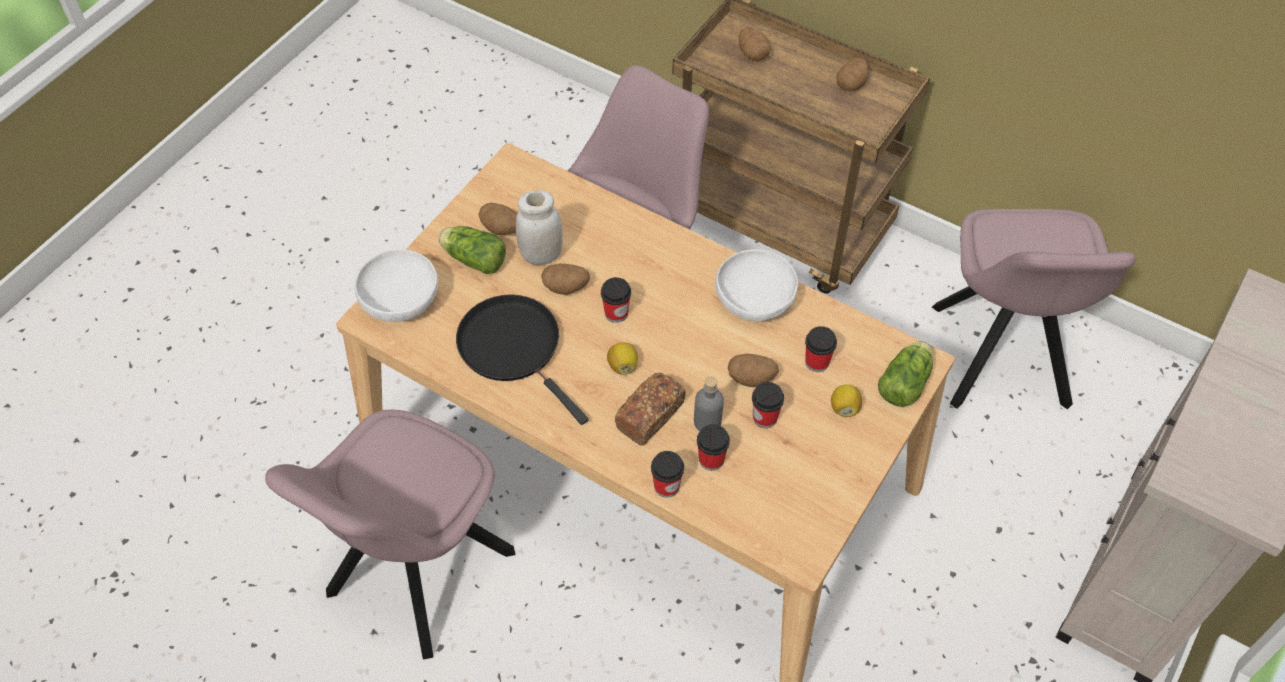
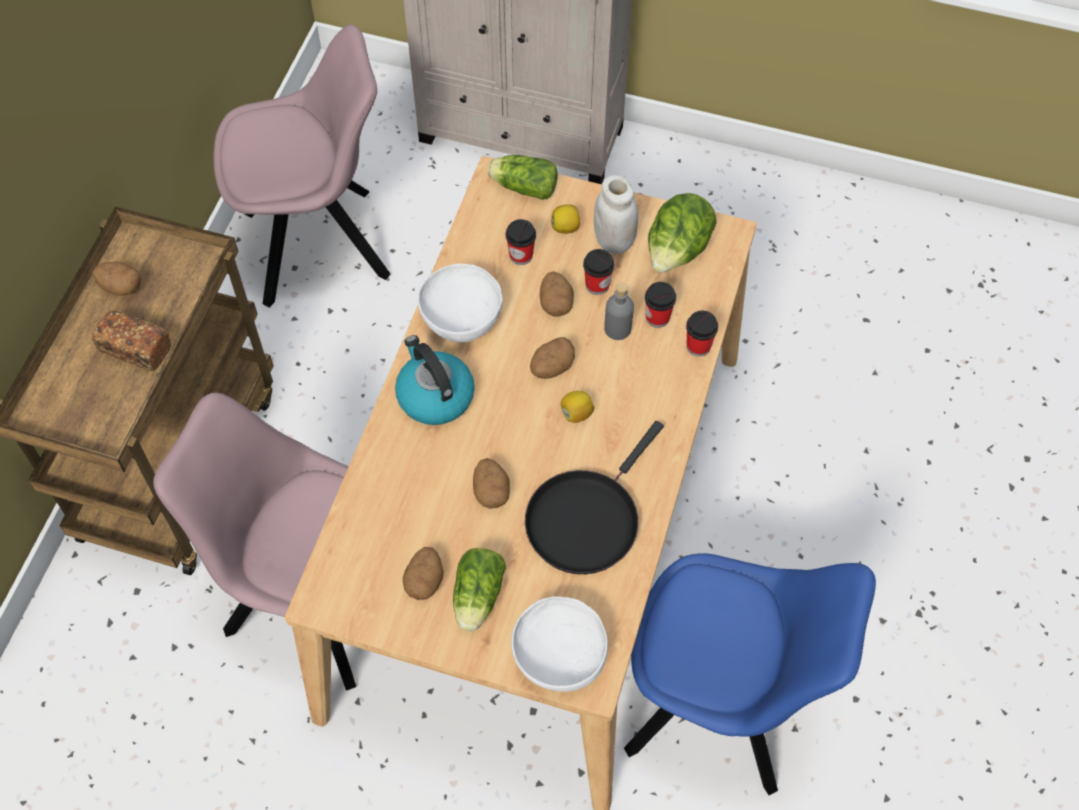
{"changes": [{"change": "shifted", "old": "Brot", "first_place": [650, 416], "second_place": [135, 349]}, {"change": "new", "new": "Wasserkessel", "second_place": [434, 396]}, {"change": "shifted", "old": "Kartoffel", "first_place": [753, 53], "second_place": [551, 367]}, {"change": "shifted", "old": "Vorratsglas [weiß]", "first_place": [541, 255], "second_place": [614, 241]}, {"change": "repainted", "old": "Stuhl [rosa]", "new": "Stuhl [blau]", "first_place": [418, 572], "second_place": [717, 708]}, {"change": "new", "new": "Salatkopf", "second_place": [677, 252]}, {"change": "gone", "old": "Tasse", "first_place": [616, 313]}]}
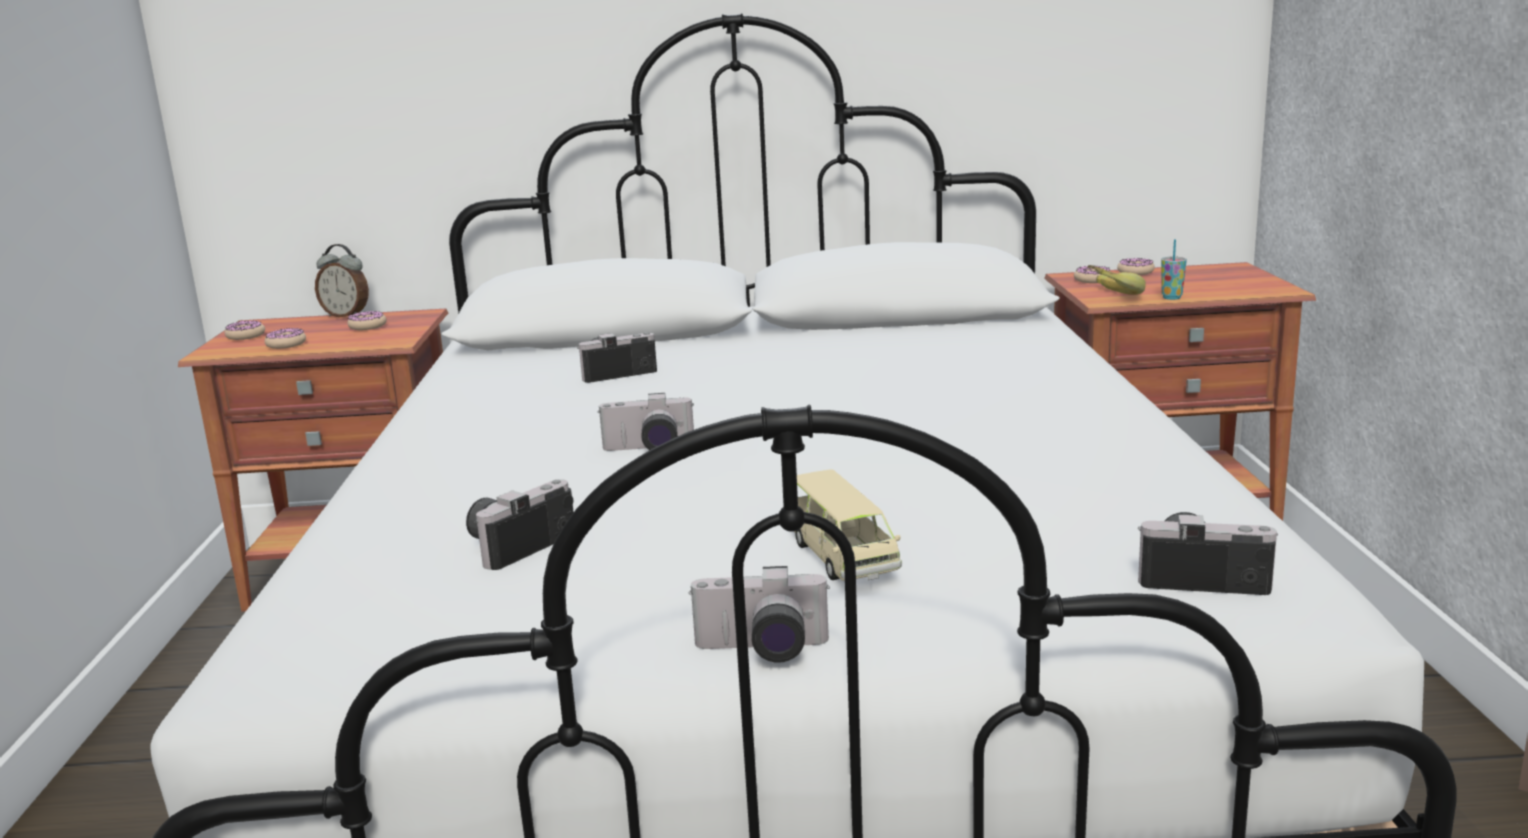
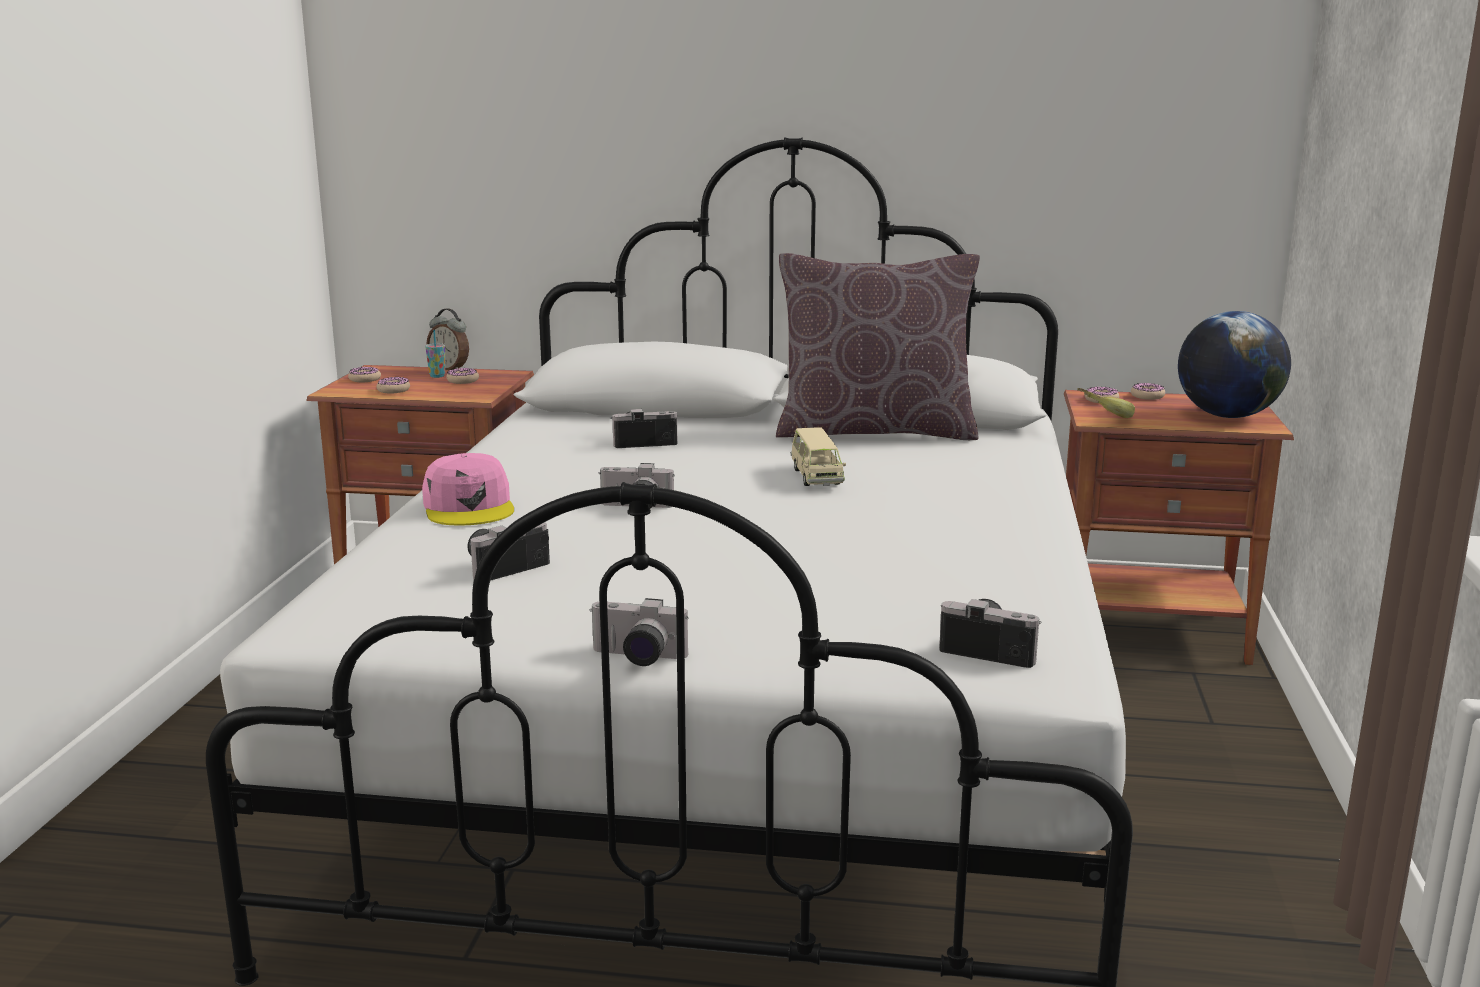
{"changes": [{"change": "new", "new": "Kappe [rosa]", "second_place": [469, 507]}, {"change": "shifted", "old": "Tasse", "first_place": [1171, 297], "second_place": [437, 376]}, {"change": "new", "new": "Kissen [braun]", "second_place": [875, 431]}, {"change": "shifted", "old": "Spielzeugauto [beige]", "first_place": [841, 557], "second_place": [816, 477]}, {"change": "new", "new": "Globus", "second_place": [1227, 416]}]}
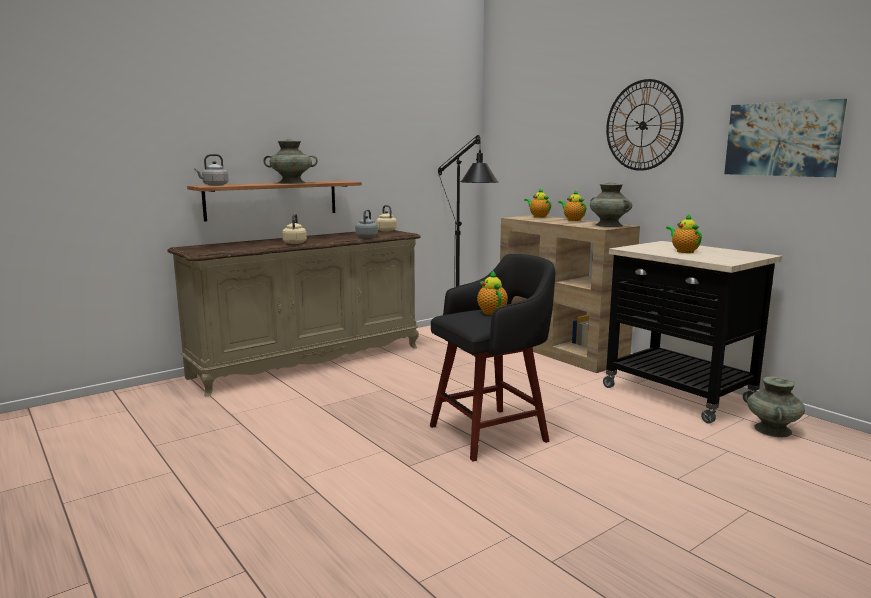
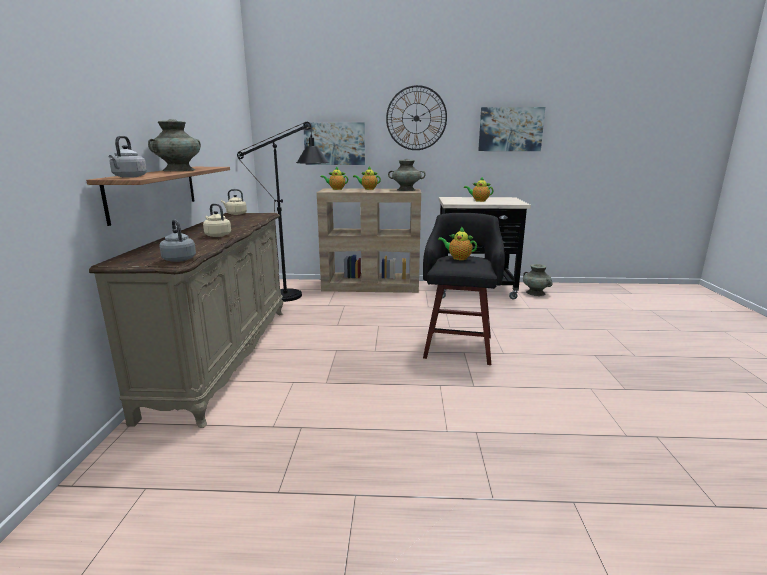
{"changes": [{"change": "shifted", "old": "Wasserkessel [grau]", "first_place": [367, 237], "second_place": [179, 259]}, {"change": "new", "new": "Bild", "second_place": [334, 143]}]}
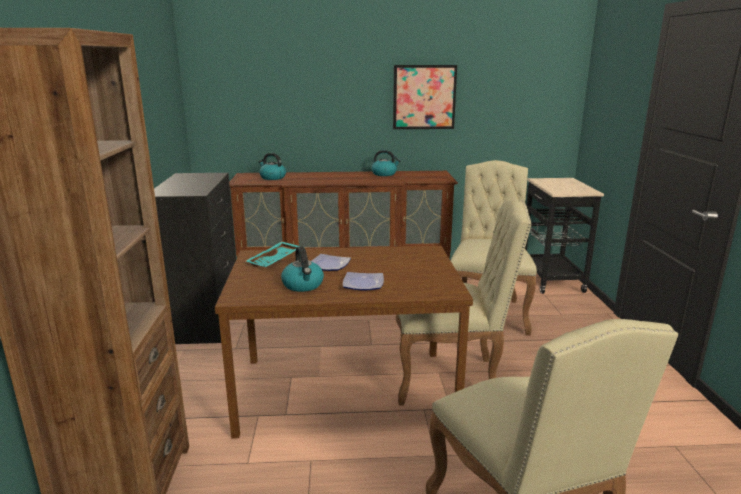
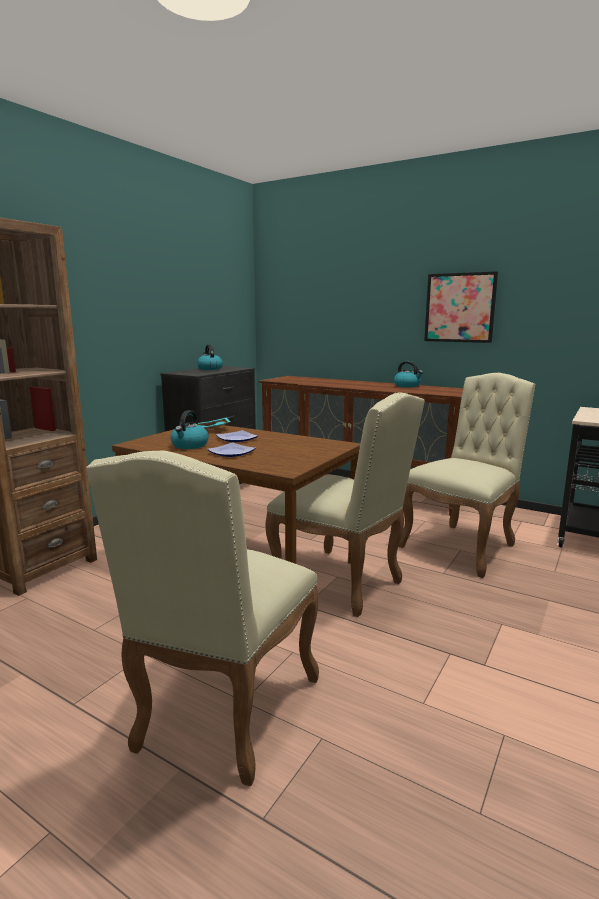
{"changes": [{"change": "shifted", "old": "Wasserkessel", "first_place": [272, 177], "second_place": [209, 369]}]}
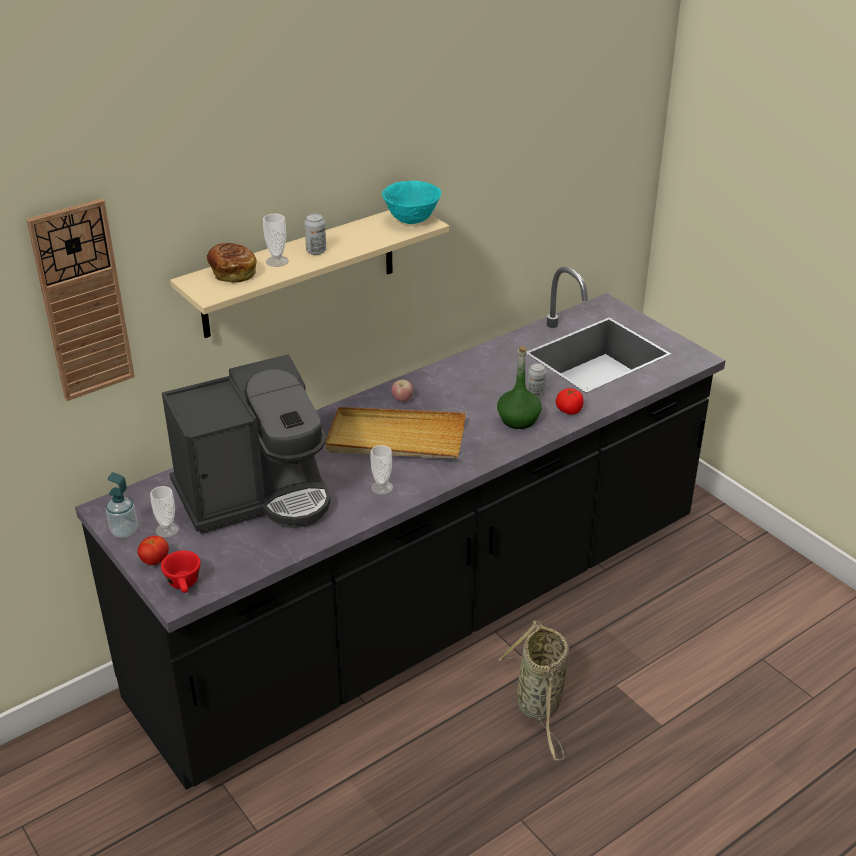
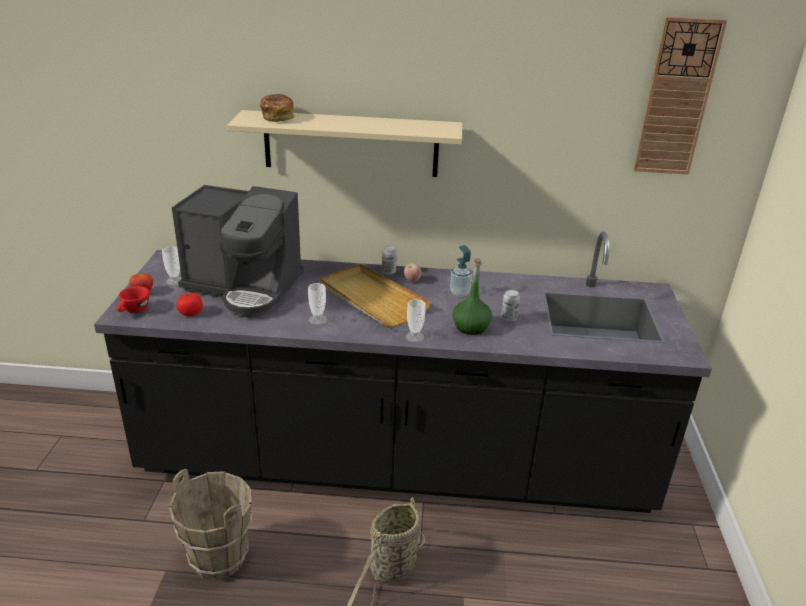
{"changes": [{"change": "new", "new": "Eimer [braun]", "second_place": [219, 557]}, {"change": "shifted", "old": "Tomate", "first_place": [569, 410], "second_place": [190, 313]}, {"change": "shifted", "old": "Dose", "first_place": [316, 251], "second_place": [388, 272]}, {"change": "shifted", "old": "Tasse", "first_place": [277, 261], "second_place": [414, 337]}, {"change": "shifted", "old": "Seifenspender", "first_place": [124, 531], "second_place": [459, 293]}, {"change": "shifted", "old": "Wanduhr", "first_place": [82, 301], "second_place": [676, 98]}, {"change": "gone", "old": "Schüssel [türkis]", "first_place": [412, 220]}]}
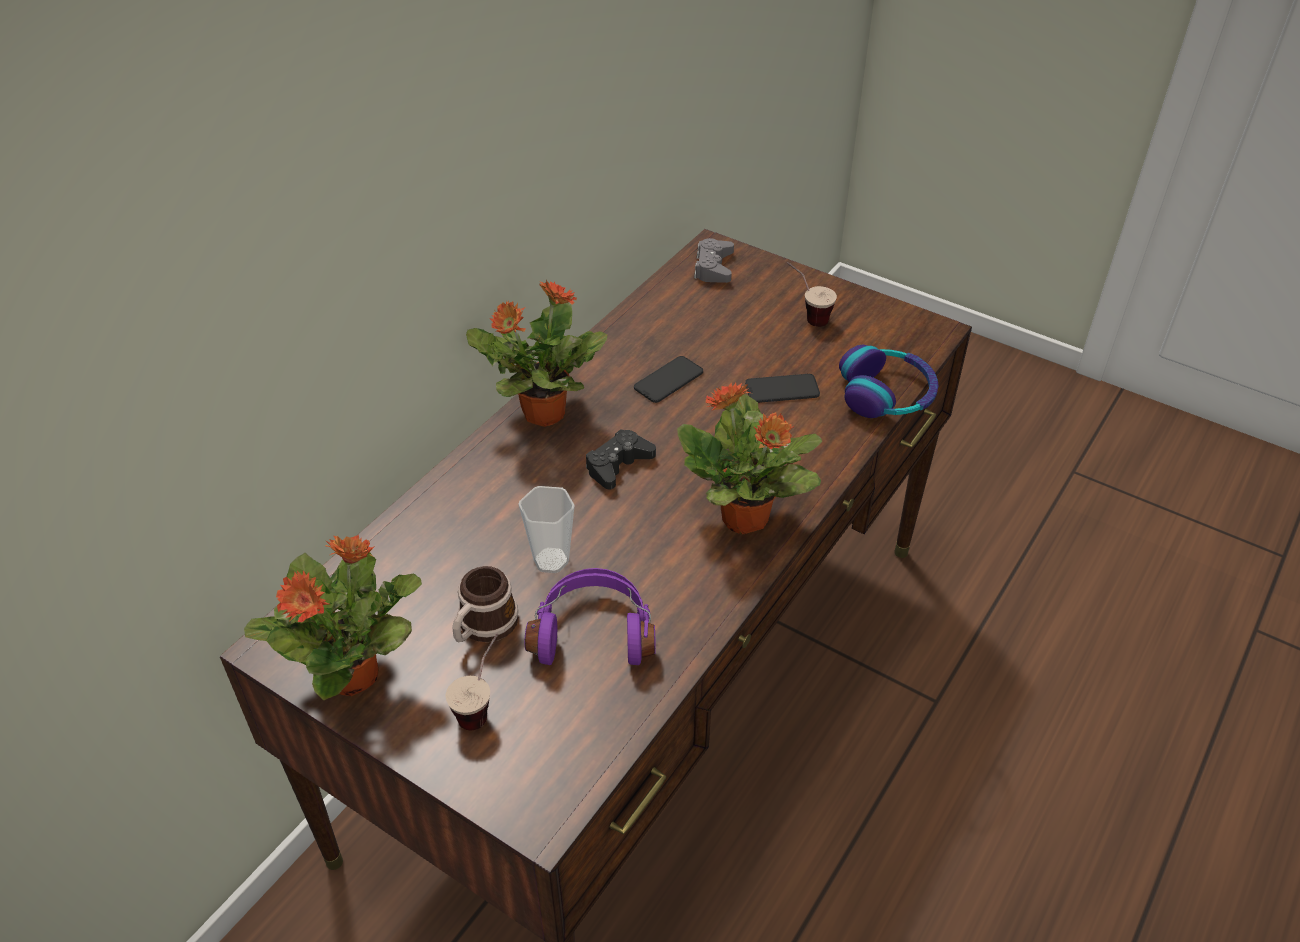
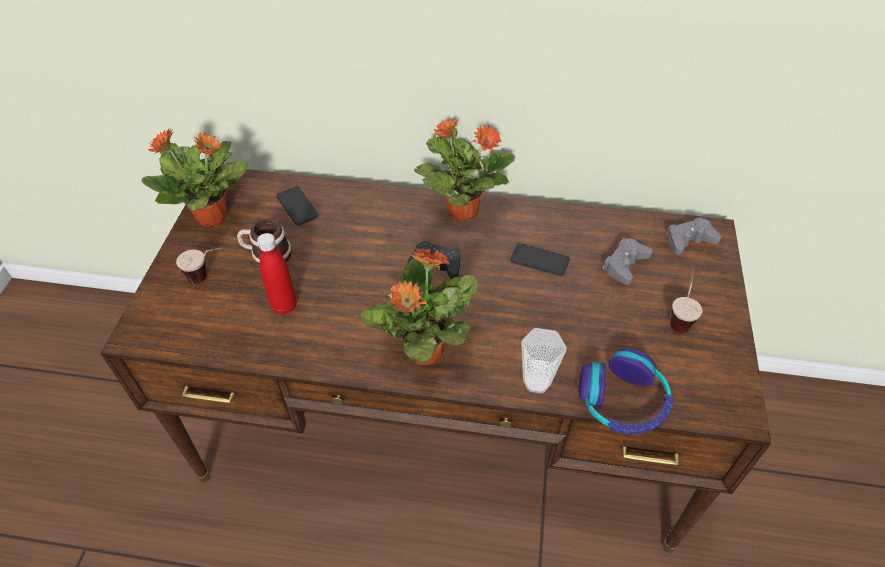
{"changes": [{"change": "swapped", "old": "Kopfhörer [lila]", "new": "Flasche [rot]", "first_place": [593, 630], "second_place": [284, 306]}, {"change": "shifted", "old": "Handy", "first_place": [782, 389], "second_place": [297, 206]}, {"change": "shifted", "old": "Tasse", "first_place": [551, 560], "second_place": [536, 382]}, {"change": "new", "new": "Gamepad [grau]", "second_place": [625, 265]}]}
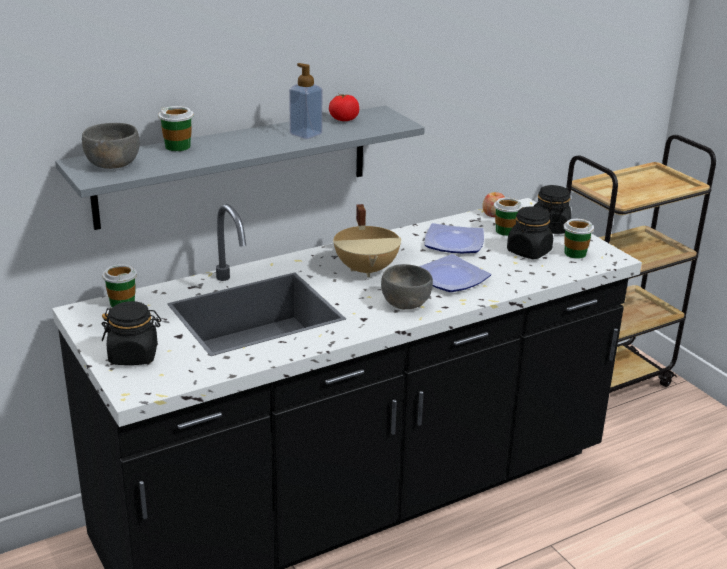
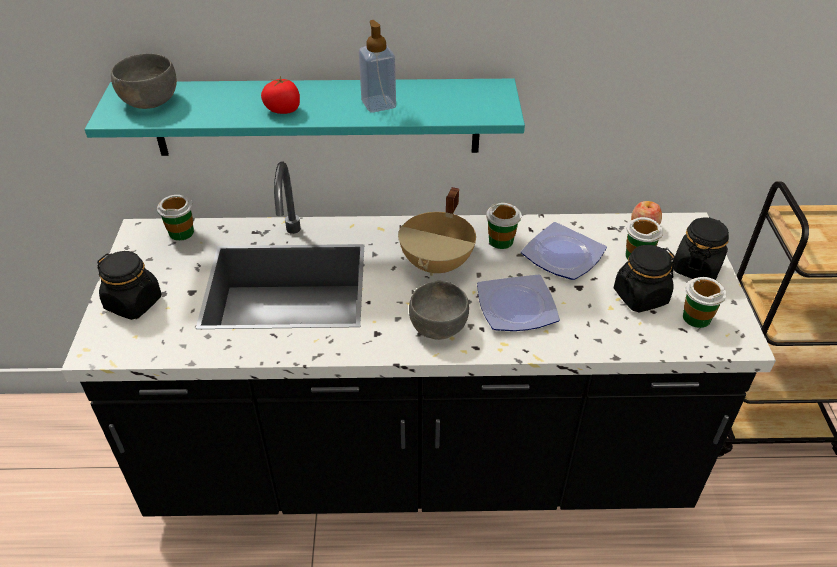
{"changes": [{"change": "repainted", "old": "Wandregal [grau]", "new": "Wandregal [türkis]", "first_place": [234, 166], "second_place": [316, 117]}, {"change": "shifted", "old": "Tomate", "first_place": [343, 119], "second_place": [283, 110]}, {"change": "shifted", "old": "Tasse", "first_place": [178, 146], "second_place": [501, 241]}]}
